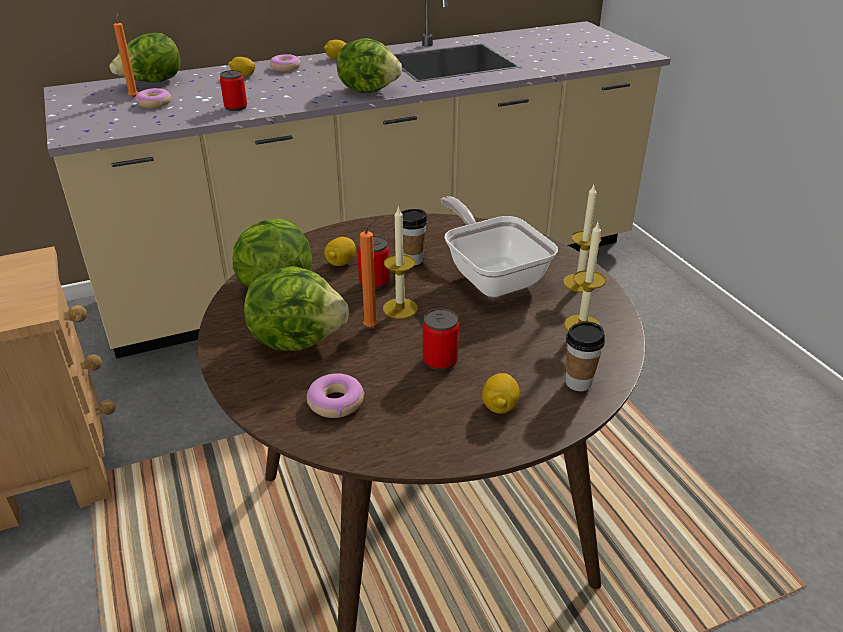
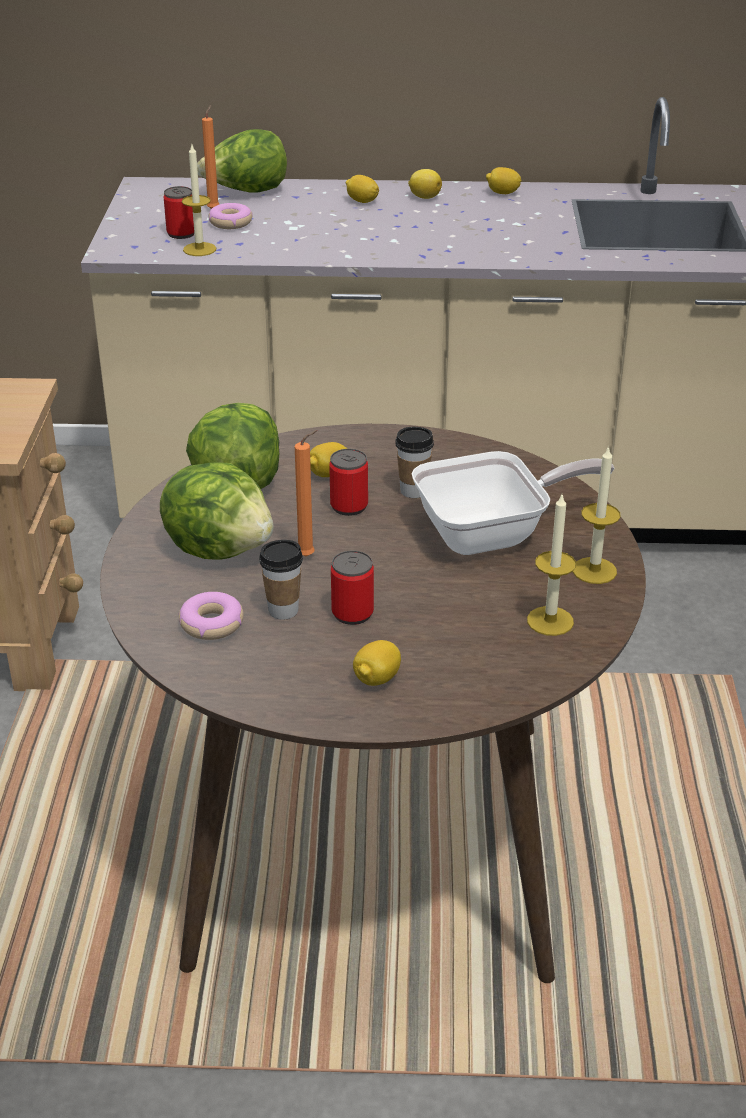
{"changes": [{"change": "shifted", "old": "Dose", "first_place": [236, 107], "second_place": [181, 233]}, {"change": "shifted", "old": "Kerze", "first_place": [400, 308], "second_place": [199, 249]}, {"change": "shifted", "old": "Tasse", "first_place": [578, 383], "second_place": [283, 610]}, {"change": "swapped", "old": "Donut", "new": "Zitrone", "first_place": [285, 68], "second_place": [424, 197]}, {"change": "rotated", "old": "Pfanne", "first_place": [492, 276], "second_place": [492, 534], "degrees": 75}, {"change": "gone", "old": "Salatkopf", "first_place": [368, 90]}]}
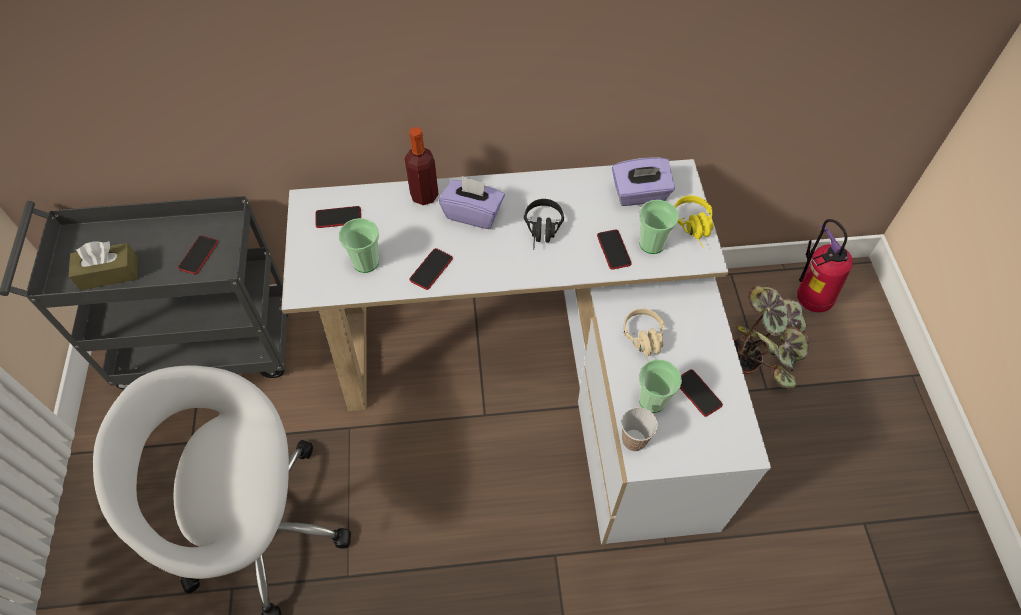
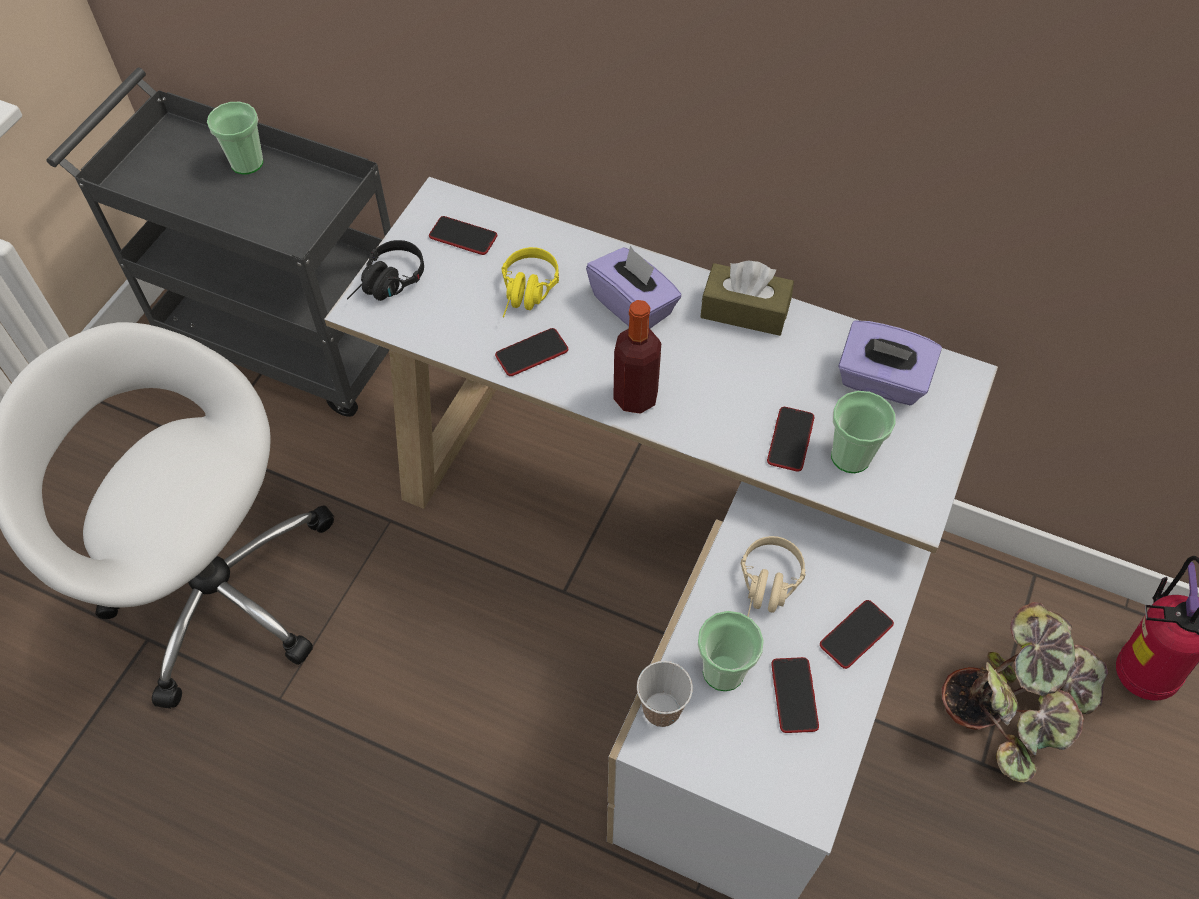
{"changes": [{"change": "shifted", "old": "Tasse", "first_place": [366, 262], "second_place": [247, 163]}, {"change": "shifted", "old": "Kopfhörer [schwarz]", "first_place": [543, 231], "second_place": [388, 285]}, {"change": "shifted", "old": "Kopfhörer [gelb]", "first_place": [695, 228], "second_place": [527, 295]}, {"change": "shifted", "old": "Flasche", "first_place": [424, 195], "second_place": [635, 397]}, {"change": "shifted", "old": "Taschentuchbox [braun]", "first_place": [109, 273], "second_place": [744, 311]}, {"change": "shifted", "old": "Handy", "first_place": [198, 255], "second_place": [856, 634]}]}
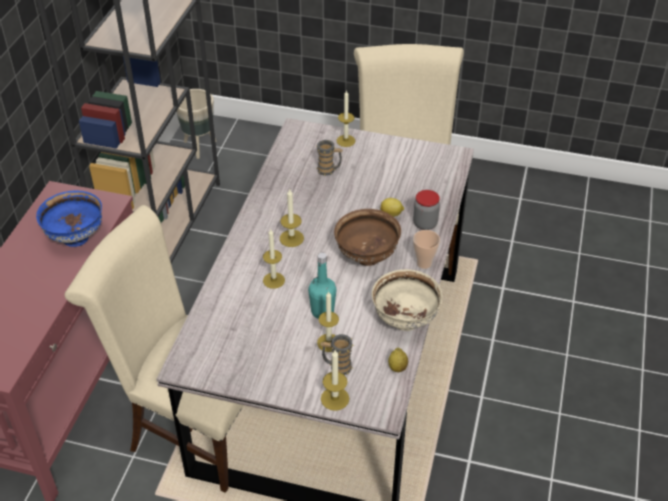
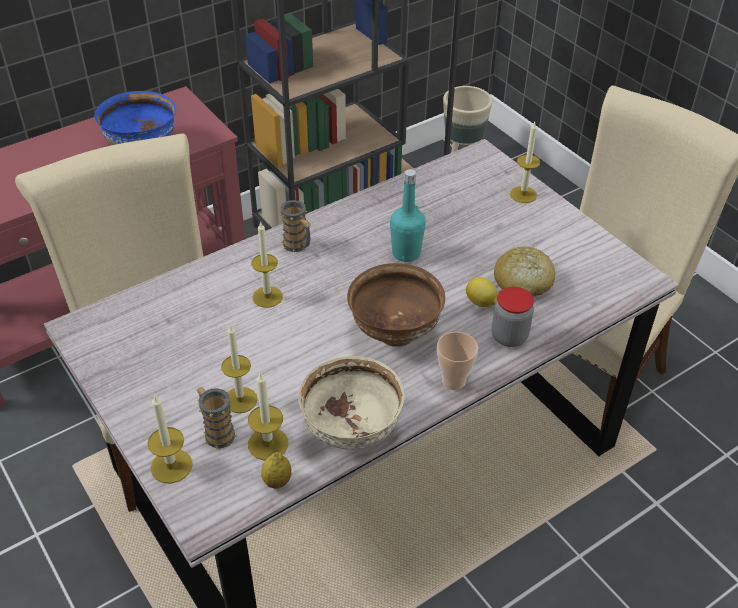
{"changes": [{"change": "shifted", "old": "Kerze", "first_place": [291, 238], "second_place": [268, 443]}, {"change": "shifted", "old": "Henkelbecher", "first_place": [329, 170], "second_place": [298, 246]}, {"change": "shifted", "old": "Flasche [türkis]", "first_place": [322, 311], "second_place": [406, 253]}, {"change": "new", "new": "Brot", "second_place": [522, 282]}]}
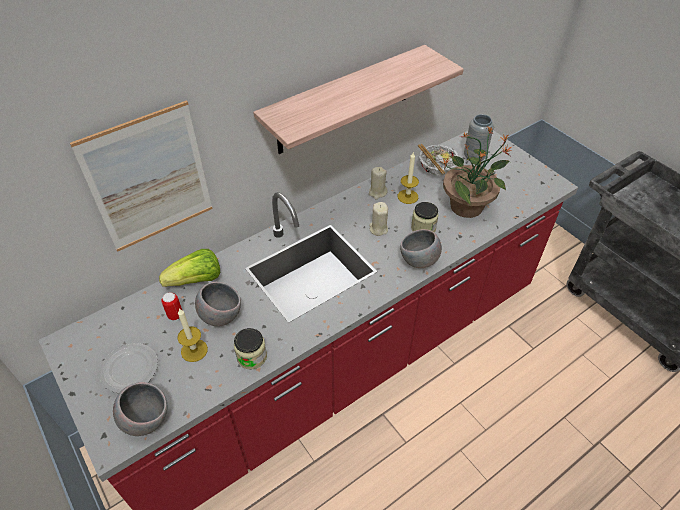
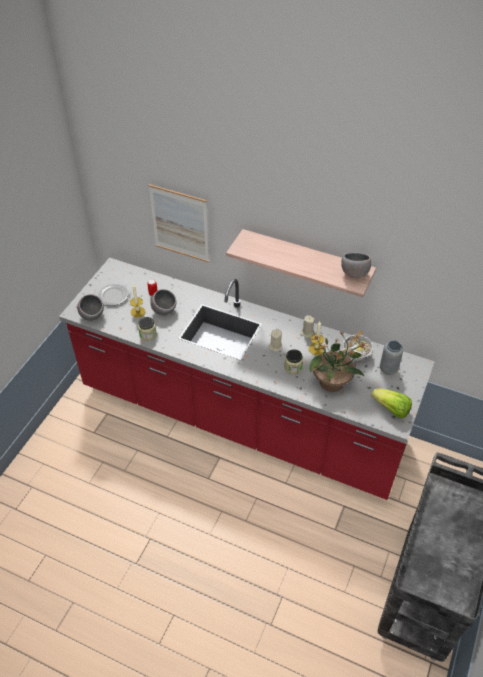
{"changes": [{"change": "shifted", "old": "Schüssel [grau]", "first_place": [419, 261], "second_place": [354, 274]}, {"change": "shifted", "old": "Salatkopf", "first_place": [196, 280], "second_place": [391, 409]}]}
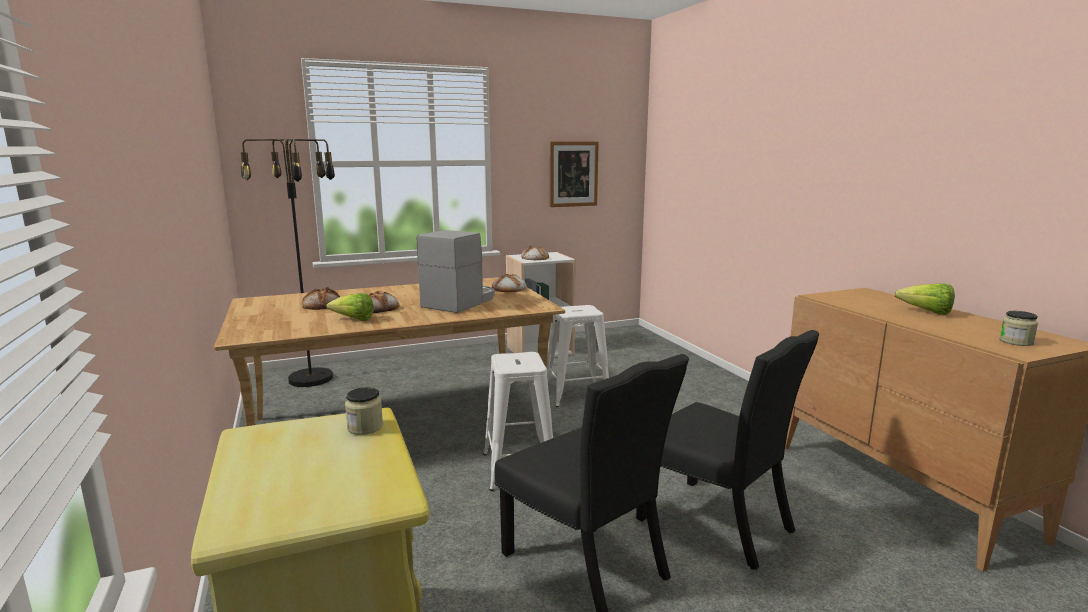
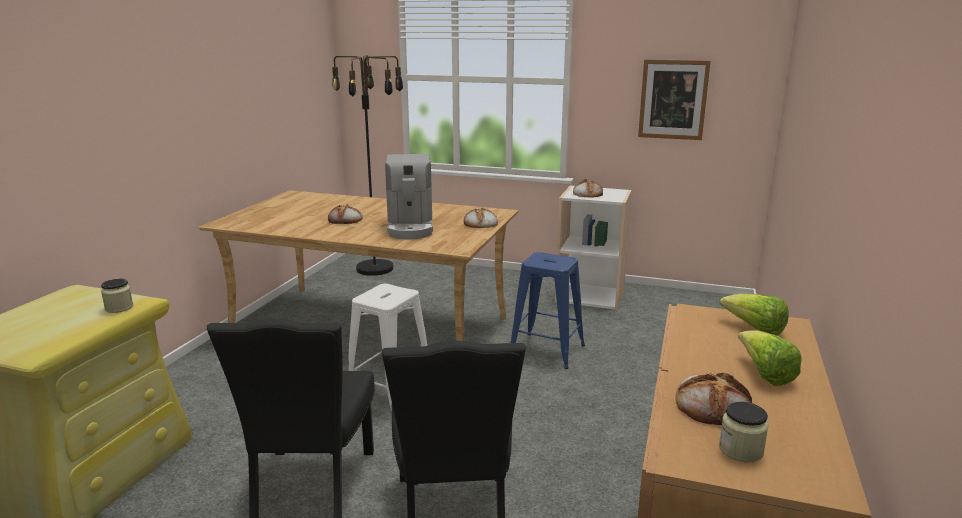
{"changes": [{"change": "rotated", "old": "Kaffeemaschine", "first_place": [460, 302], "second_place": [410, 227], "degrees": 105}, {"change": "repainted", "old": "Hocker [weiß]", "new": "Hocker [blau]", "first_place": [576, 394], "second_place": [546, 351]}, {"change": "shifted", "old": "Brot", "first_place": [322, 304], "second_place": [713, 405]}, {"change": "shifted", "old": "Salatkopf", "first_place": [354, 320], "second_place": [754, 330]}]}
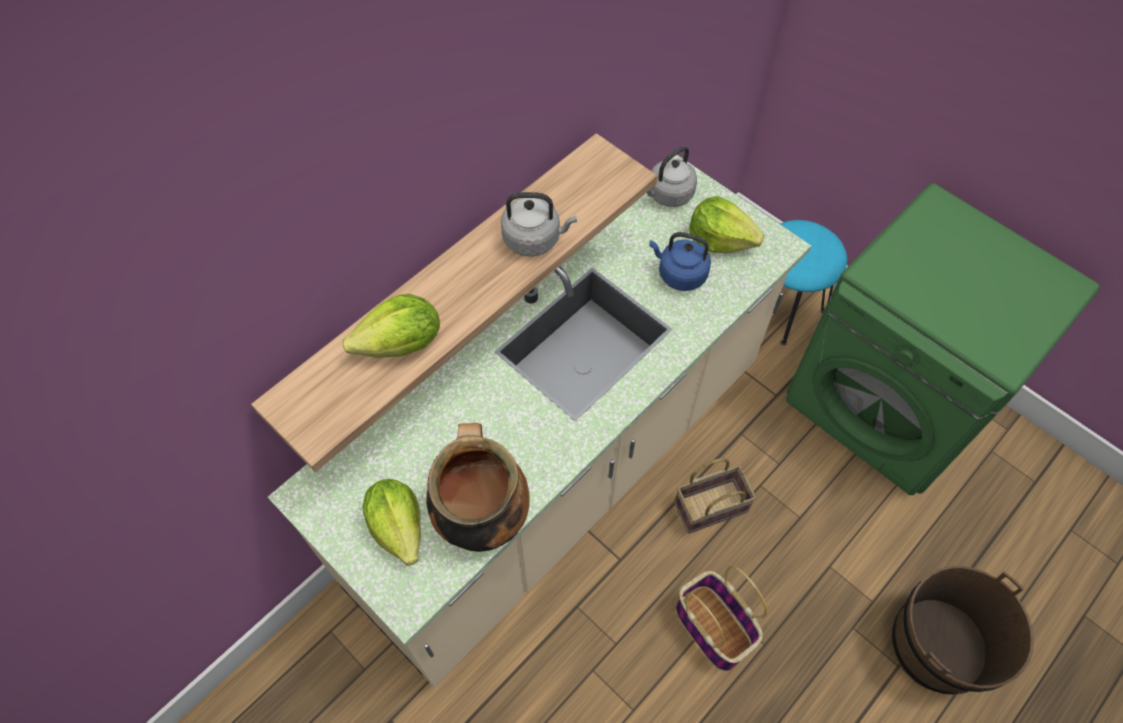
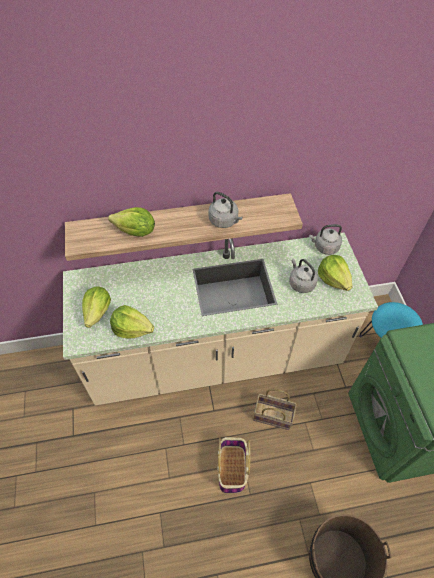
{"changes": [{"change": "swapped", "old": "Kochtopf", "new": "Salatkopf", "first_place": [481, 516], "second_place": [132, 328]}, {"change": "repainted", "old": "Wasserkessel [blau]", "new": "Wasserkessel [grau]", "first_place": [679, 274], "second_place": [300, 283]}]}
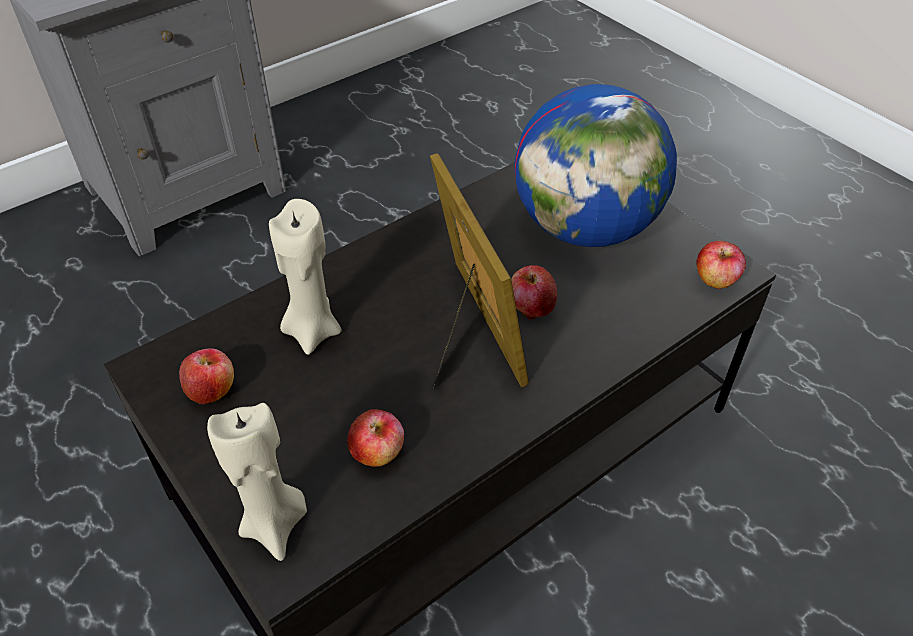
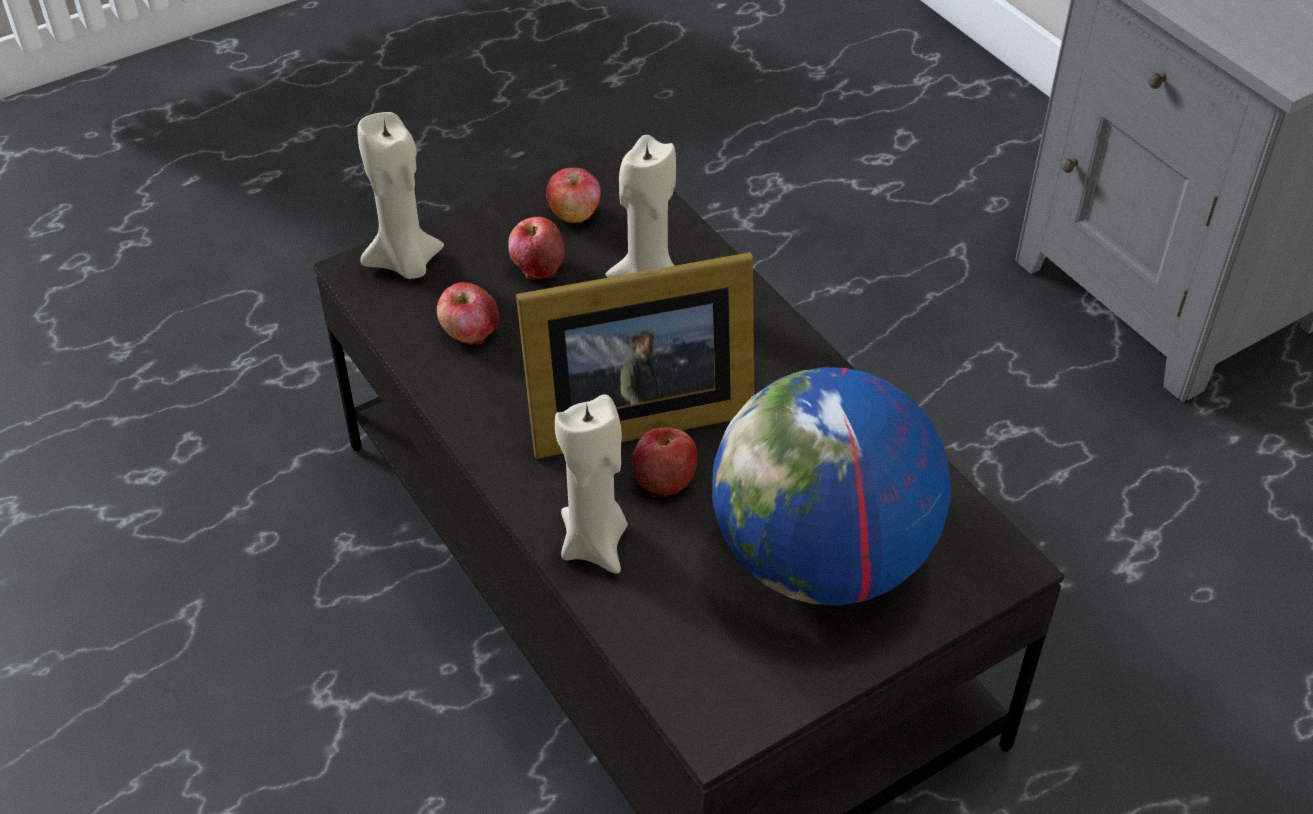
{"changes": [{"change": "shifted", "old": "Apfel", "first_place": [716, 279], "second_place": [537, 266]}, {"change": "new", "new": "Kerze [beige]", "second_place": [595, 543]}]}
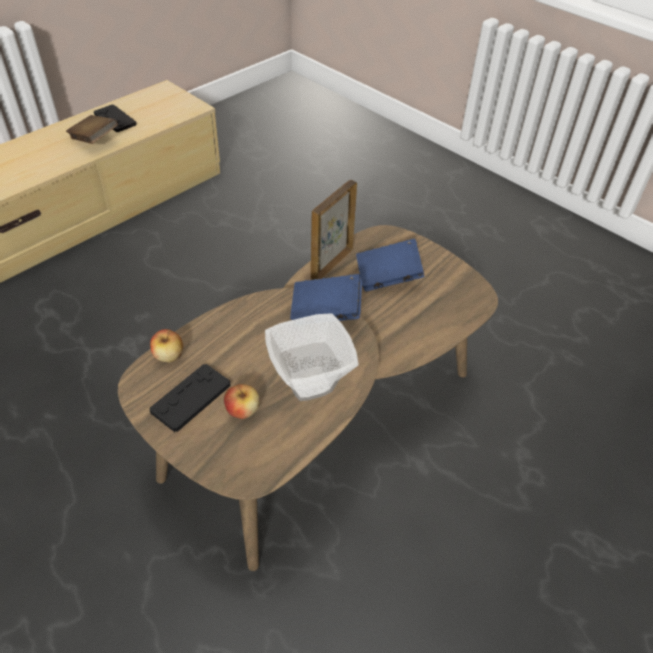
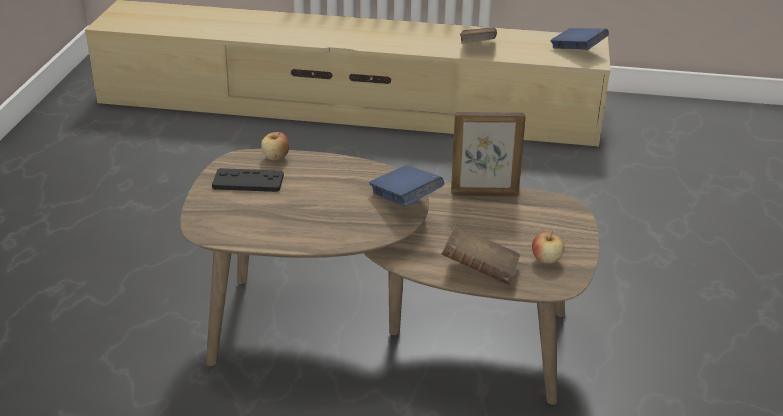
{"changes": [{"change": "new", "new": "Buch [braun]", "second_place": [479, 272]}, {"change": "shifted", "old": "Apfel", "first_place": [243, 410], "second_place": [546, 259]}, {"change": "shifted", "old": "Buch [blau]", "first_place": [388, 277], "second_place": [577, 50]}, {"change": "gone", "old": "Gamepad [schwarz]", "first_place": [115, 119]}, {"change": "gone", "old": "Schüssel", "first_place": [312, 385]}]}
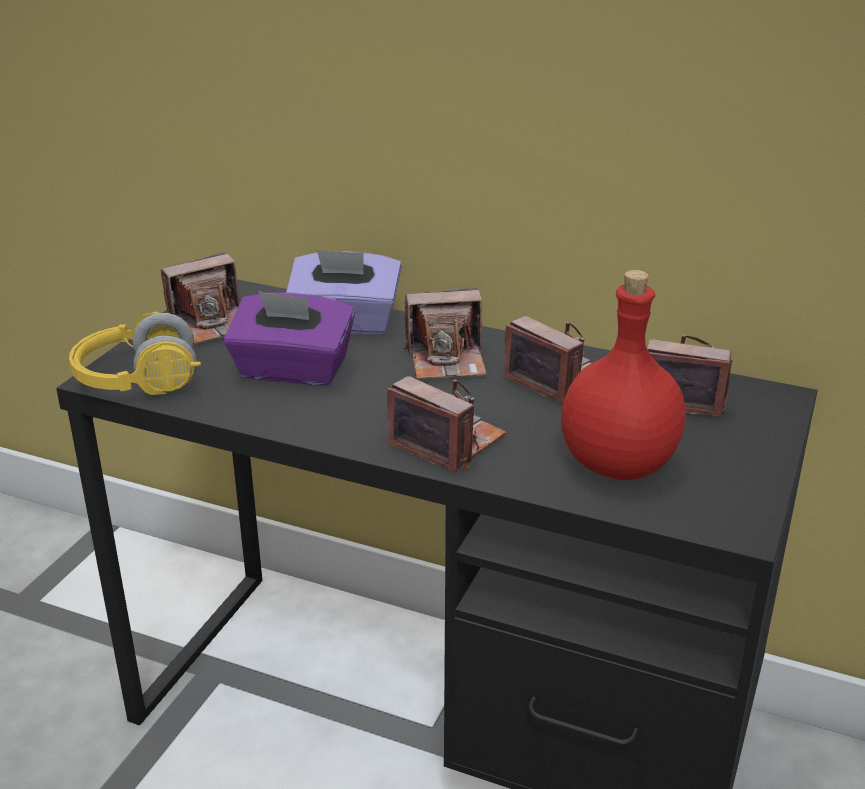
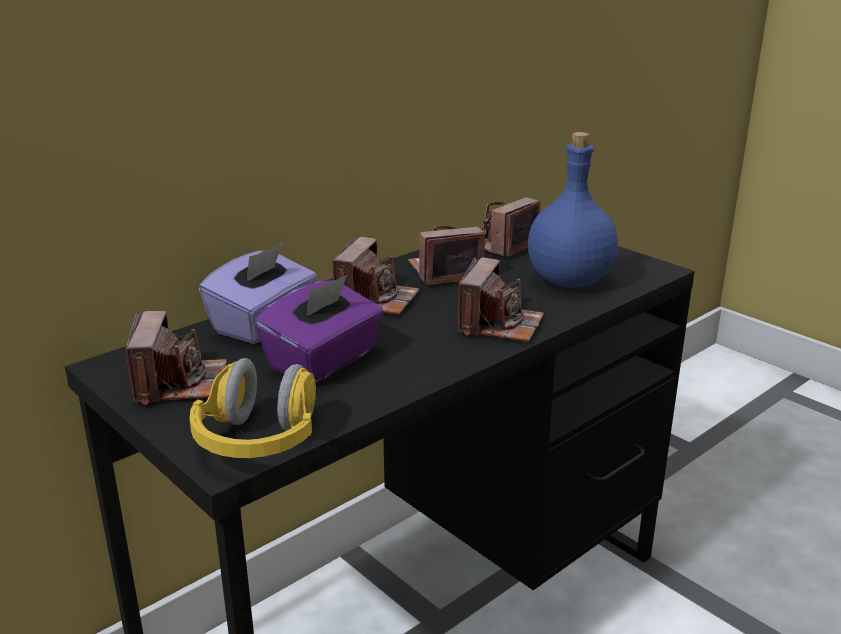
{"changes": [{"change": "rotated", "old": "Kamera", "first_place": [447, 442], "second_place": [499, 324], "degrees": 135}, {"change": "repainted", "old": "Flasche [rot]", "new": "Flasche [blau]", "first_place": [616, 463], "second_place": [567, 281]}]}
